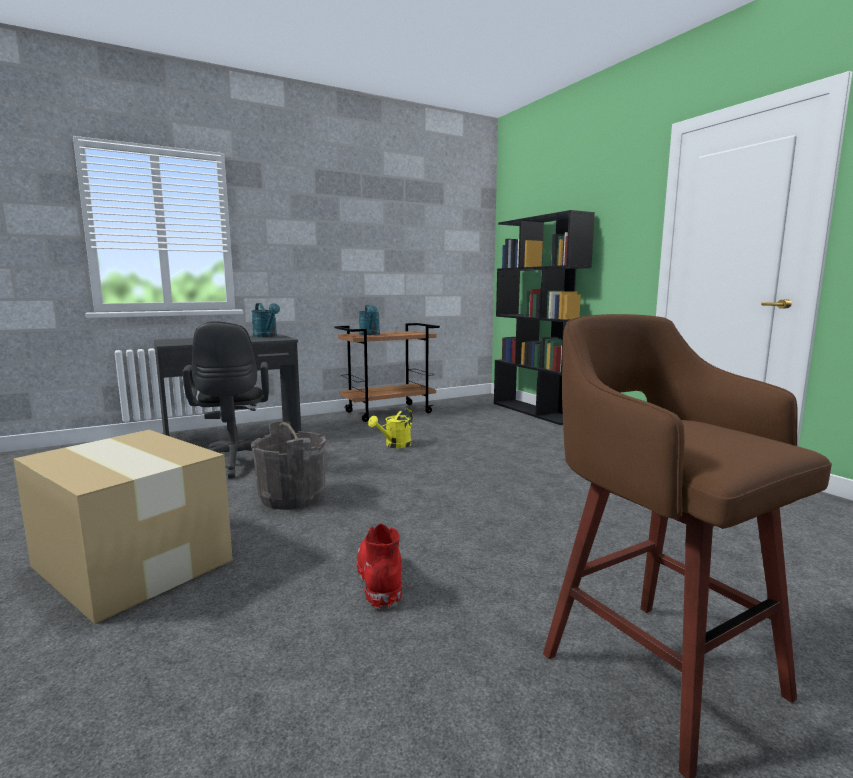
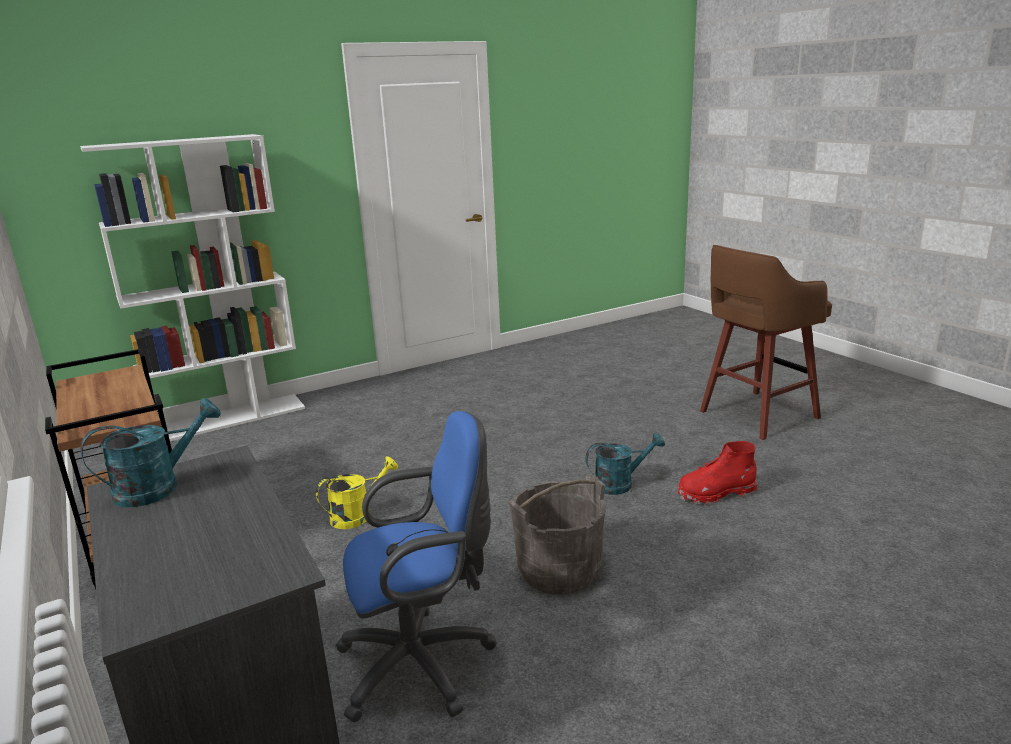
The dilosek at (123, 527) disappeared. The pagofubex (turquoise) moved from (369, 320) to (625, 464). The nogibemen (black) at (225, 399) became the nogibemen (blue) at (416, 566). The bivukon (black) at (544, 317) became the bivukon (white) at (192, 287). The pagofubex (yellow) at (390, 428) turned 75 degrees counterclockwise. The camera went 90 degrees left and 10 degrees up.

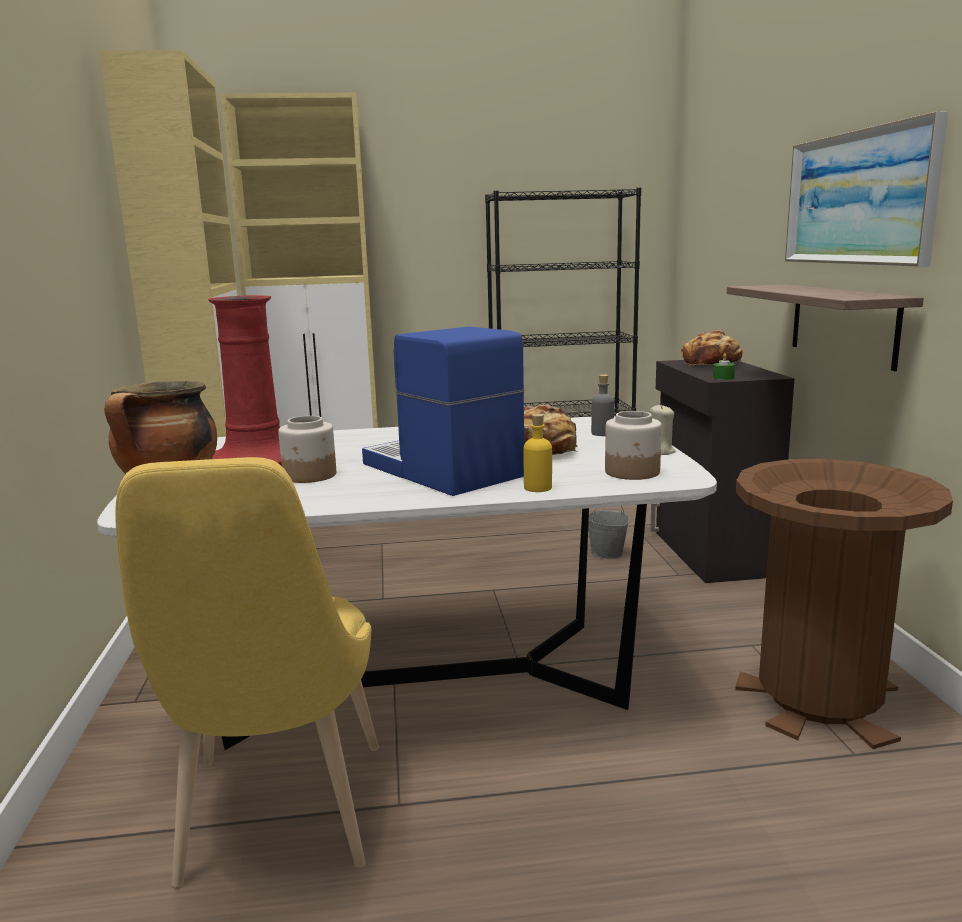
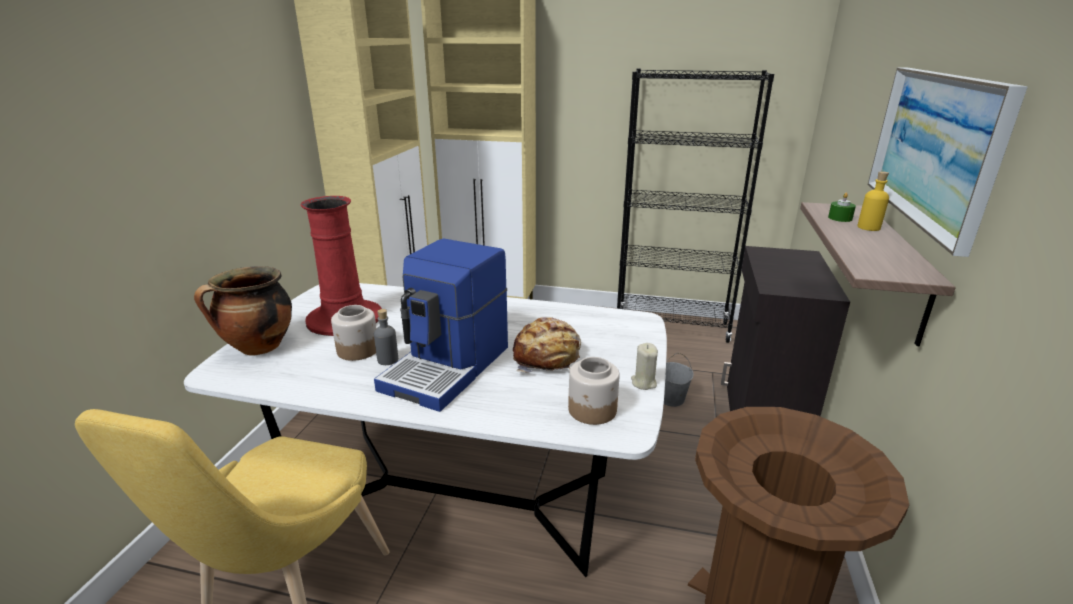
The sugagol at (712, 348) disappeared. The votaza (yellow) moved from (538, 453) to (873, 201). The votaza (grey) moved from (602, 405) to (386, 337). The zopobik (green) moved from (724, 366) to (842, 207). The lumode at (443, 411) turned 135 degrees counterclockwise. The camera went 20 degrees right and 10 degrees up.

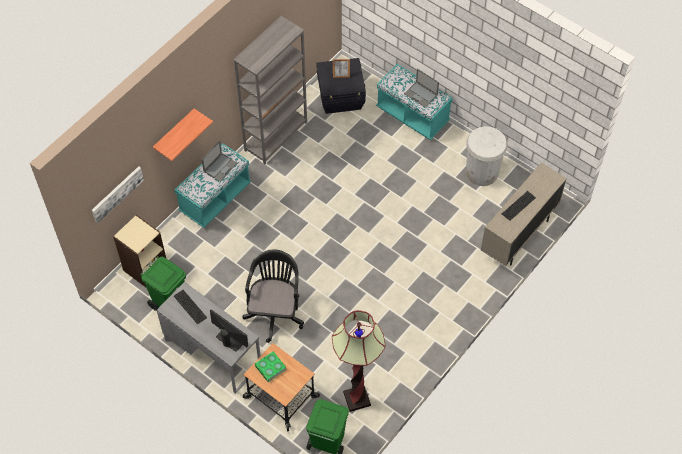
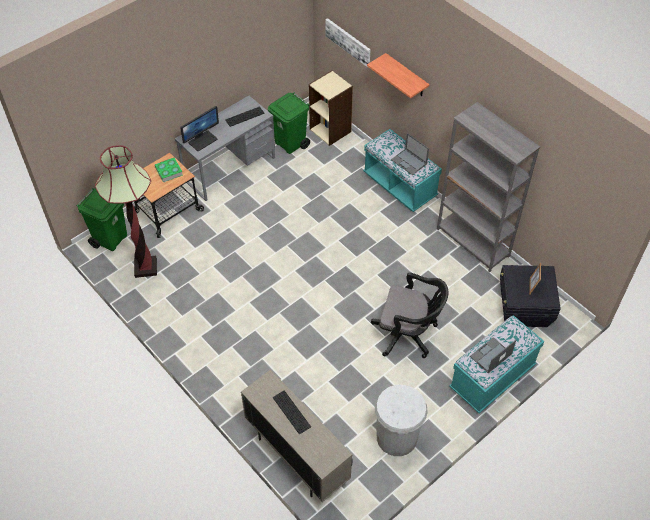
The nogibemen (black) moved from (273, 296) to (410, 315). The camera went 100 degrees right and 5 degrees down.

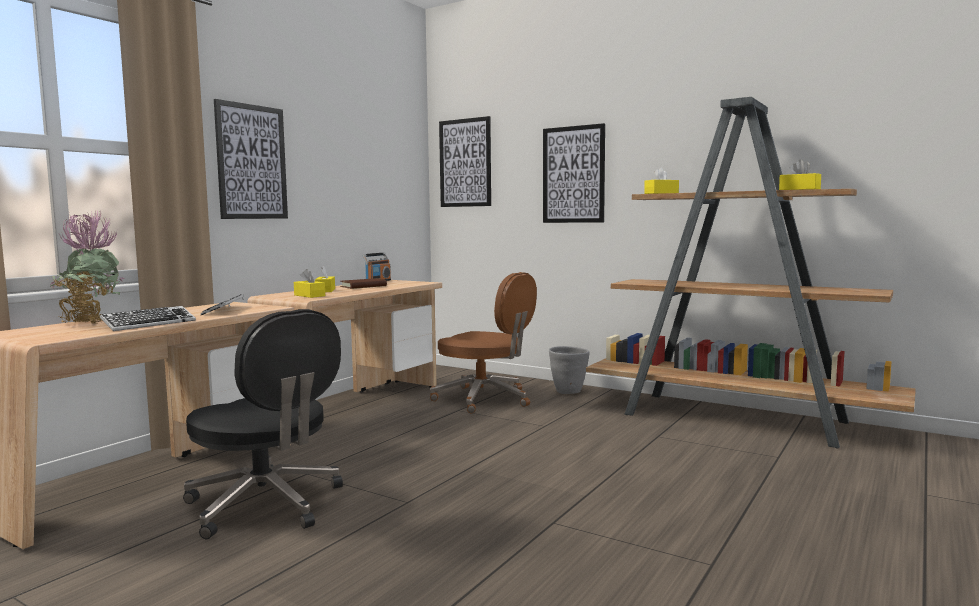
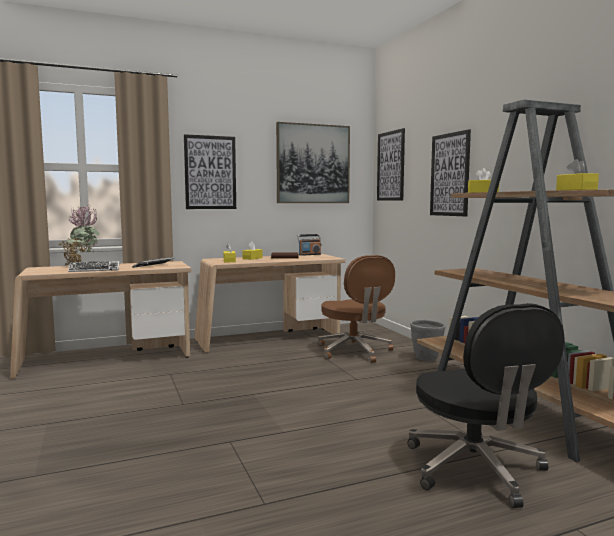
The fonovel at (313, 162) appeared. The nogibemen (black) moved from (263, 424) to (485, 405). The camera went 35 degrees right and 0 degrees up.

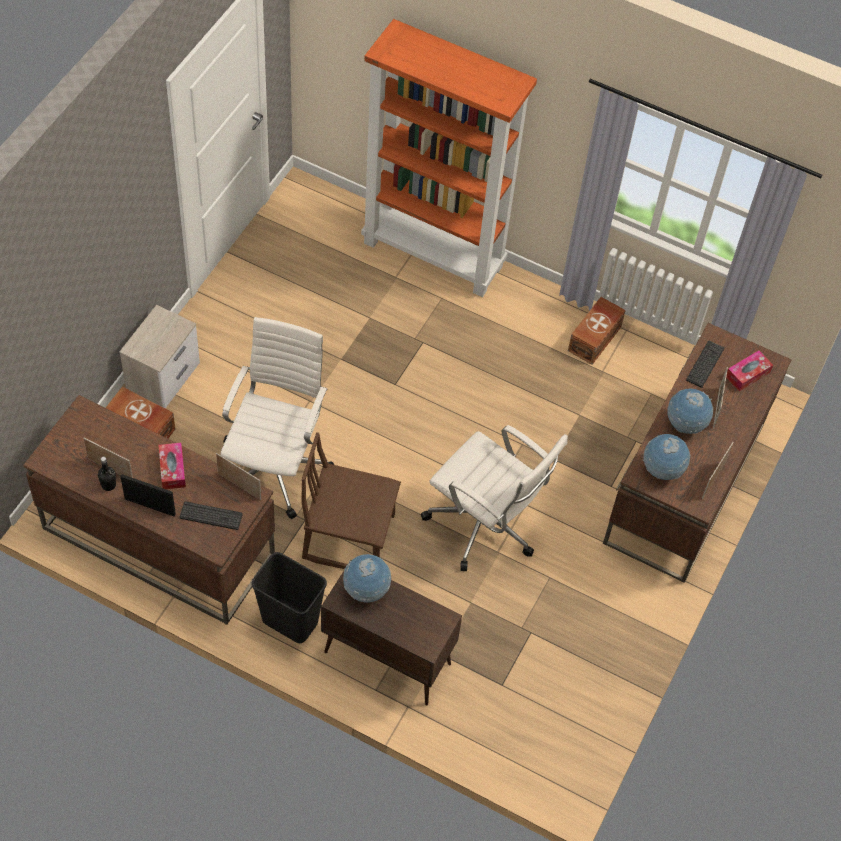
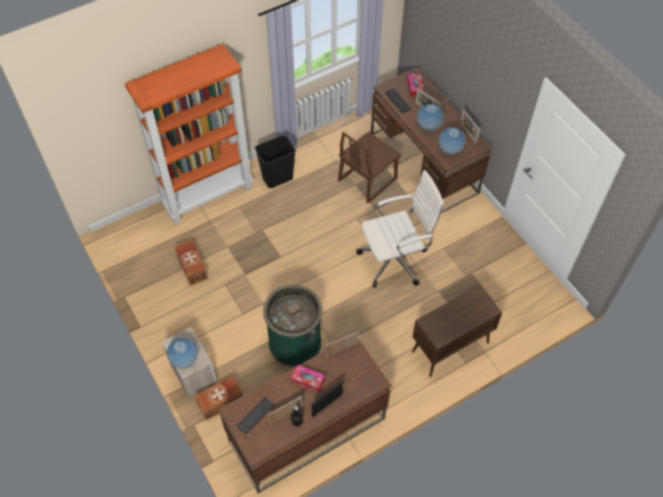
The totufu moved from (211, 515) to (255, 416). The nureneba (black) moved from (289, 597) to (275, 161). The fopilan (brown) moved from (351, 500) to (370, 167). The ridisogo moved from (367, 578) to (182, 353). The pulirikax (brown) moved from (597, 331) to (191, 263). The nogibemen (white) at (277, 418) was replaced by the nureneba (green) at (292, 326). The camera went 55 degrees left and 0 degrees up.

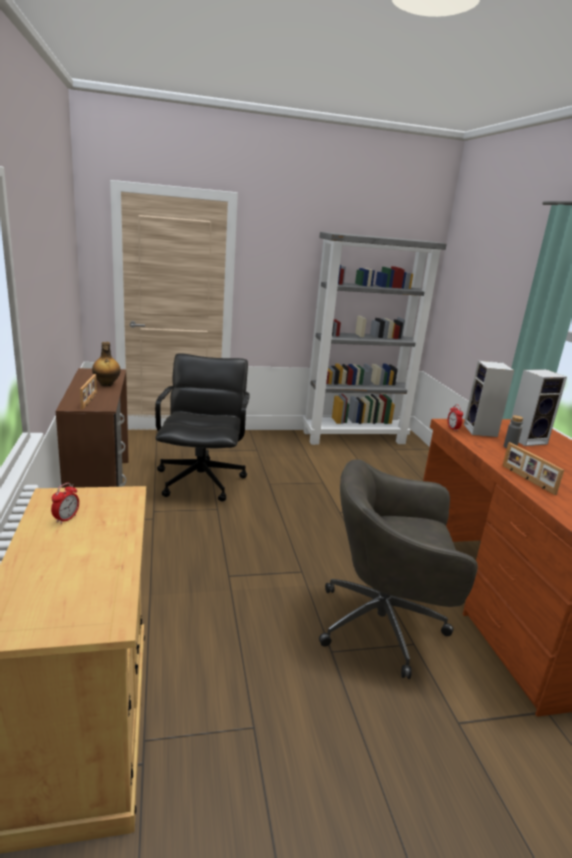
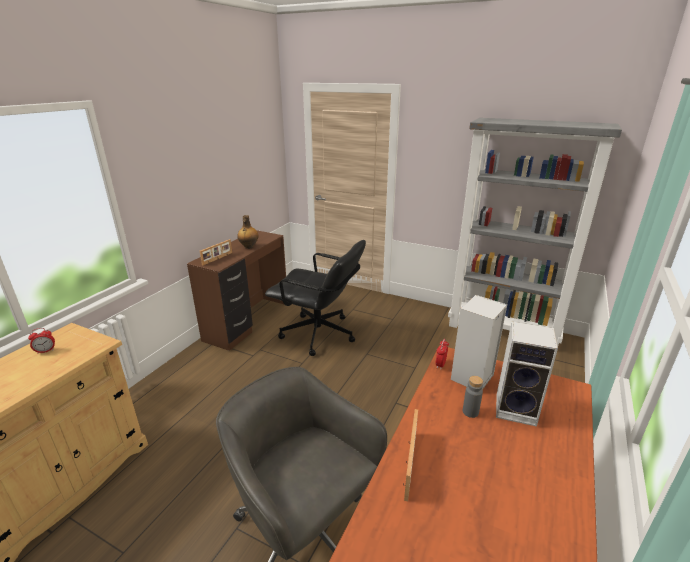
The nogibemen (black) at (202, 427) turned 75 degrees clockwise. The camera went 40 degrees right and 5 degrees up.

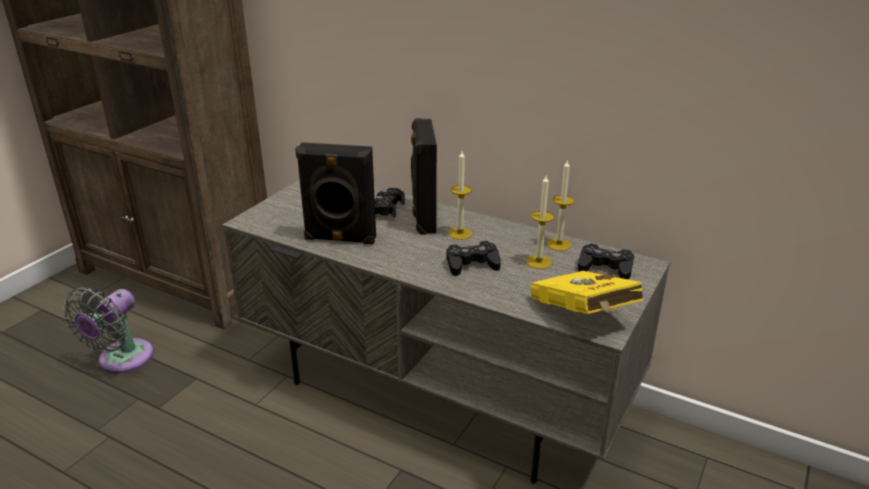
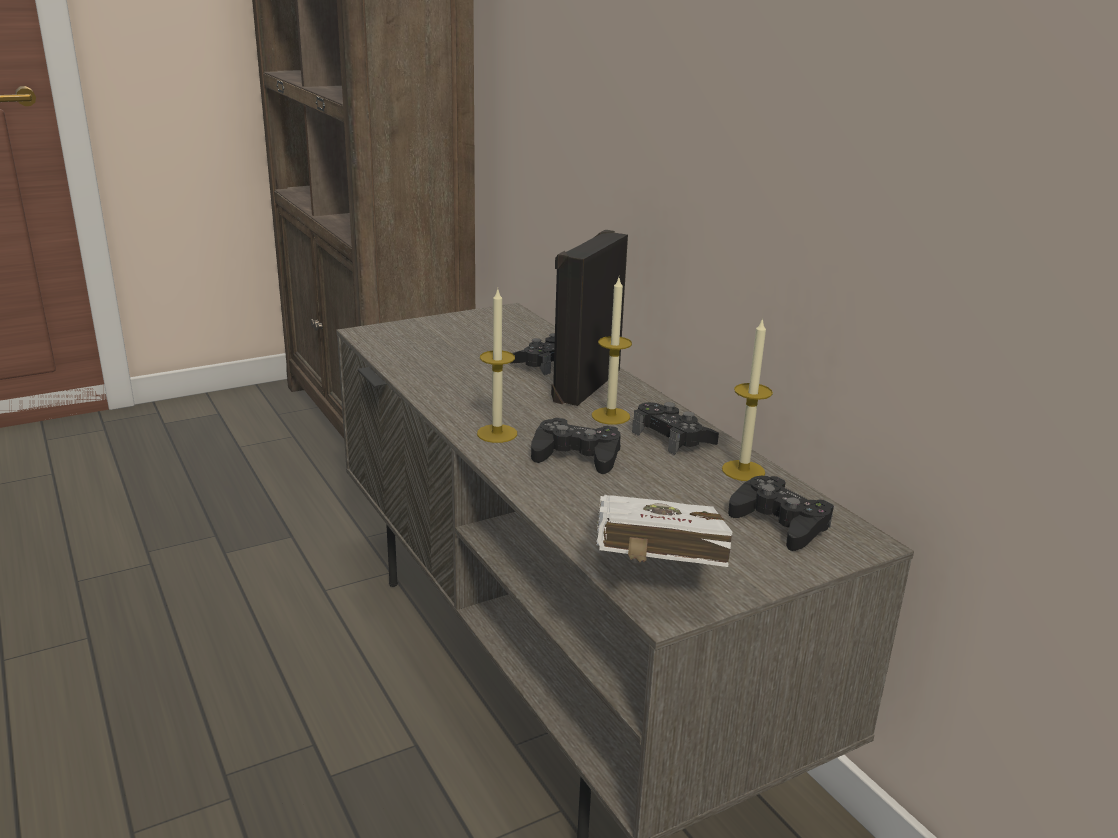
The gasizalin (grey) at (108, 330) disappeared. The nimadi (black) at (335, 193) disappeared. The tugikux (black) at (675, 428) appeared. The zopobik moved from (540, 221) to (497, 366). The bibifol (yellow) at (587, 292) became the bibifol (white) at (664, 531). The camera went 30 degrees right and 5 degrees down.

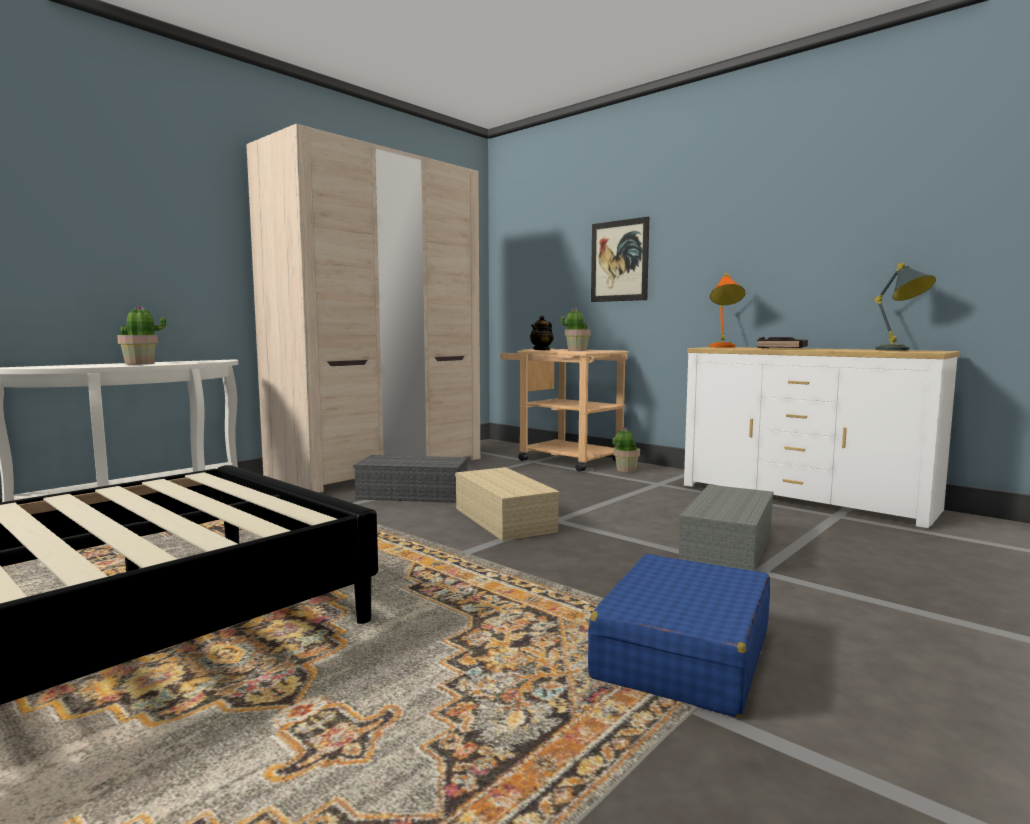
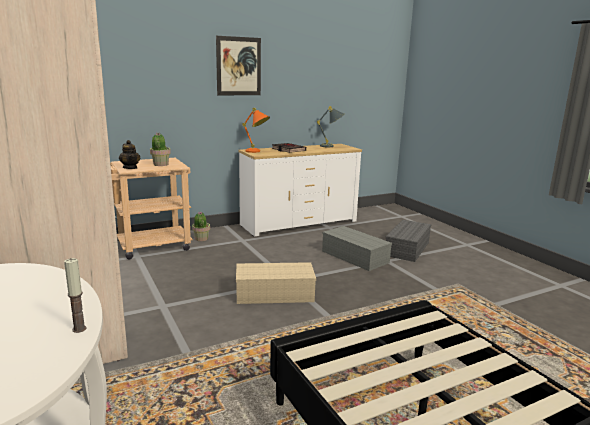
The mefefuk at (141, 335) disappeared. The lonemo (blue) at (679, 635) disappeared. The zopobik at (75, 295) appeared. The pulirikax (grey) moved from (410, 479) to (408, 241). The fonovel moved from (620, 259) to (238, 65). The camera went 70 degrees left and 10 degrees up.

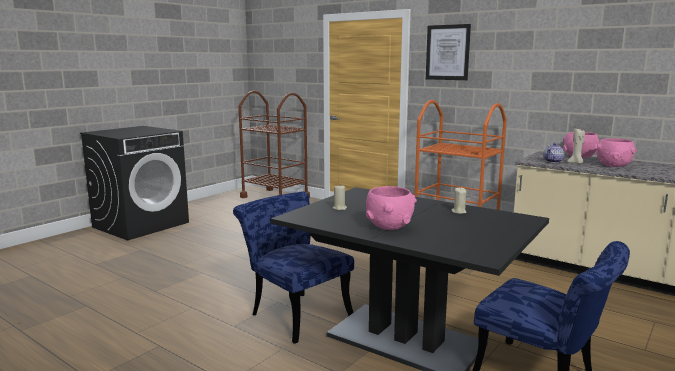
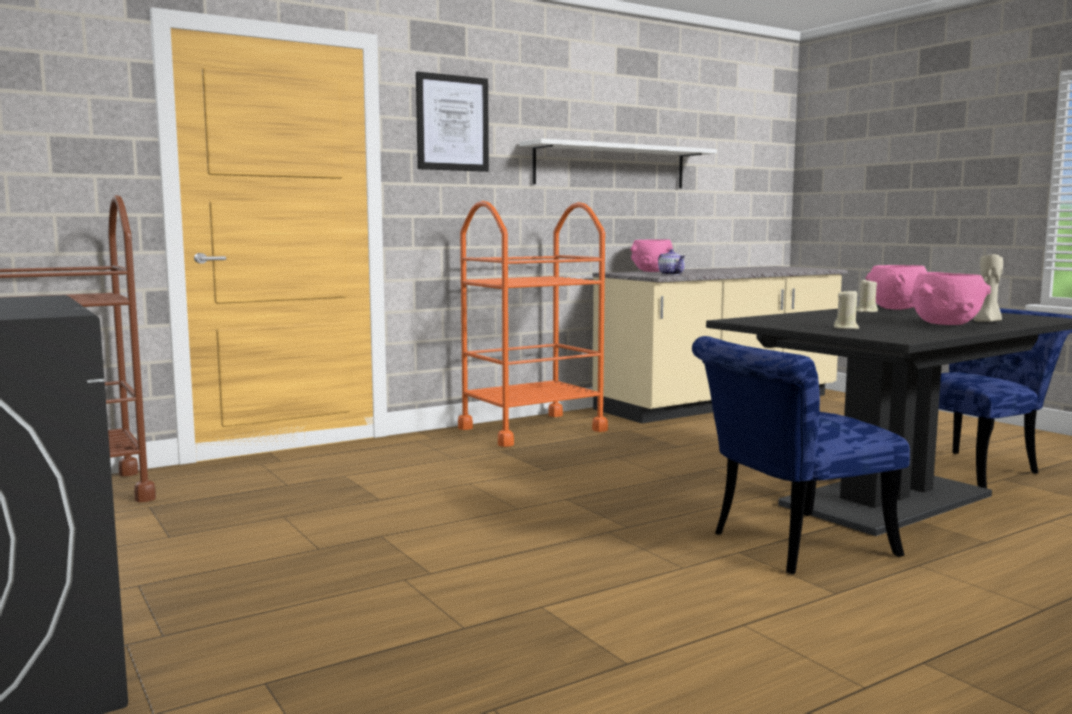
The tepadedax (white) at (618, 163) appeared. The zopobik (beige) moved from (576, 146) to (988, 288). The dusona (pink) moved from (616, 152) to (896, 287). The camera went 70 degrees left and 5 degrees down.

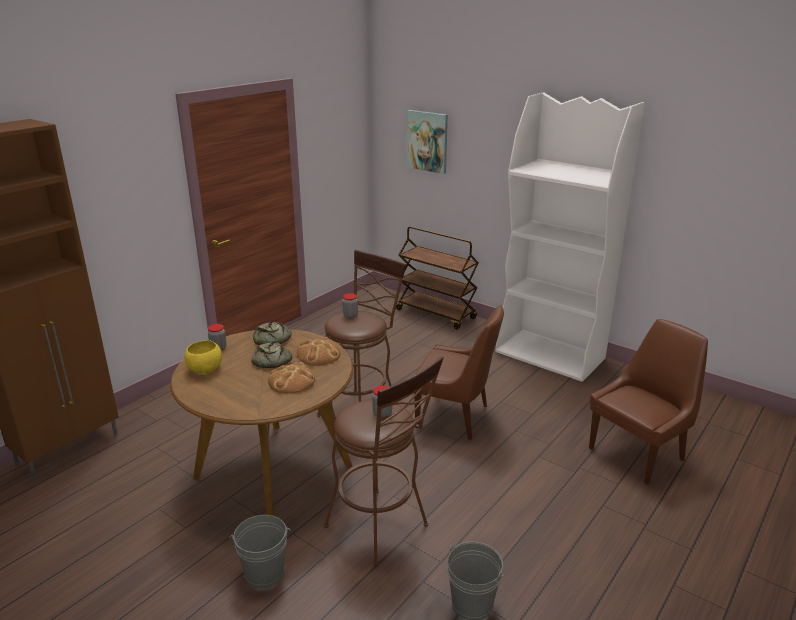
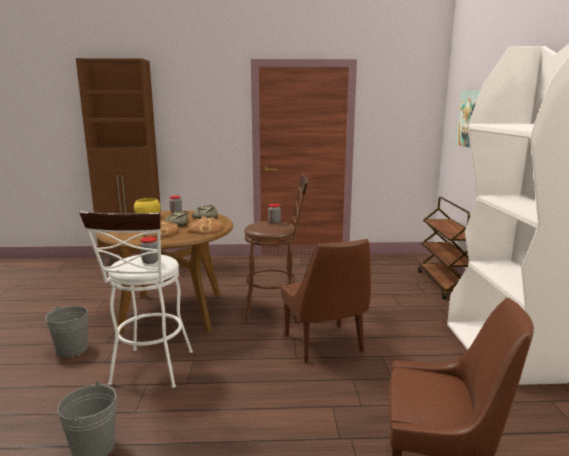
The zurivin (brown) at (384, 461) became the zurivin (white) at (136, 299). The camera went 50 degrees right and 10 degrees down.

